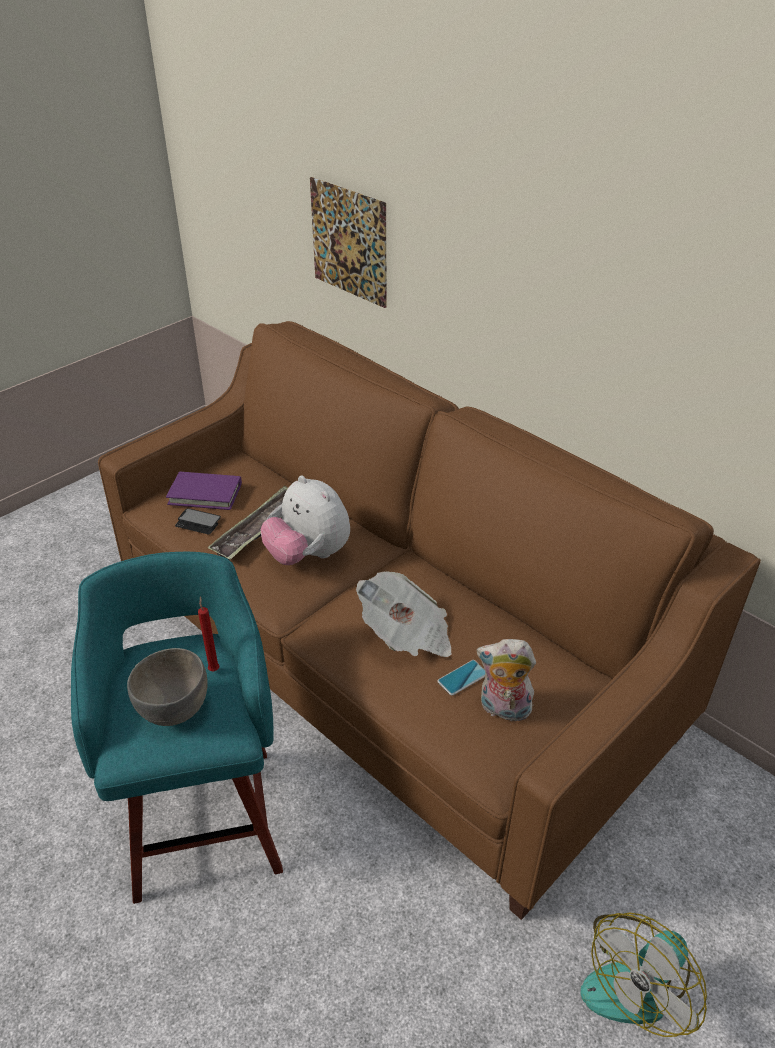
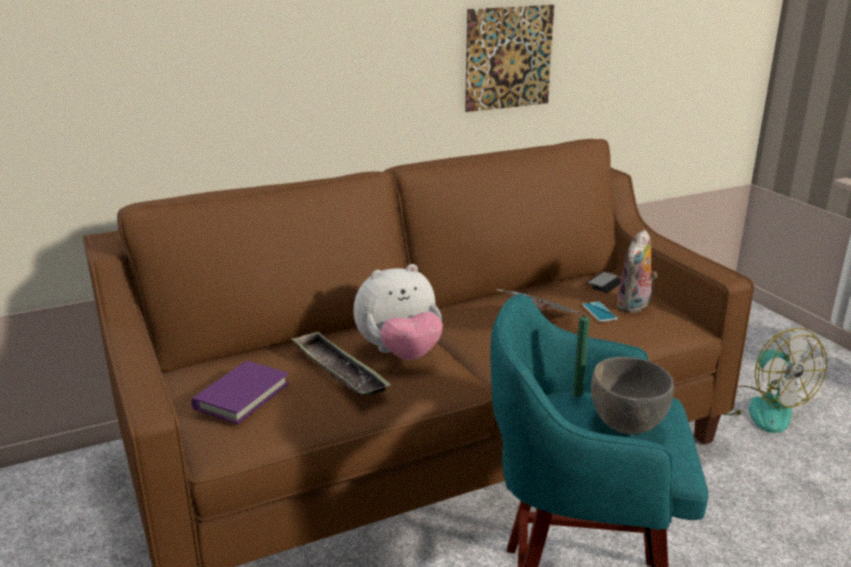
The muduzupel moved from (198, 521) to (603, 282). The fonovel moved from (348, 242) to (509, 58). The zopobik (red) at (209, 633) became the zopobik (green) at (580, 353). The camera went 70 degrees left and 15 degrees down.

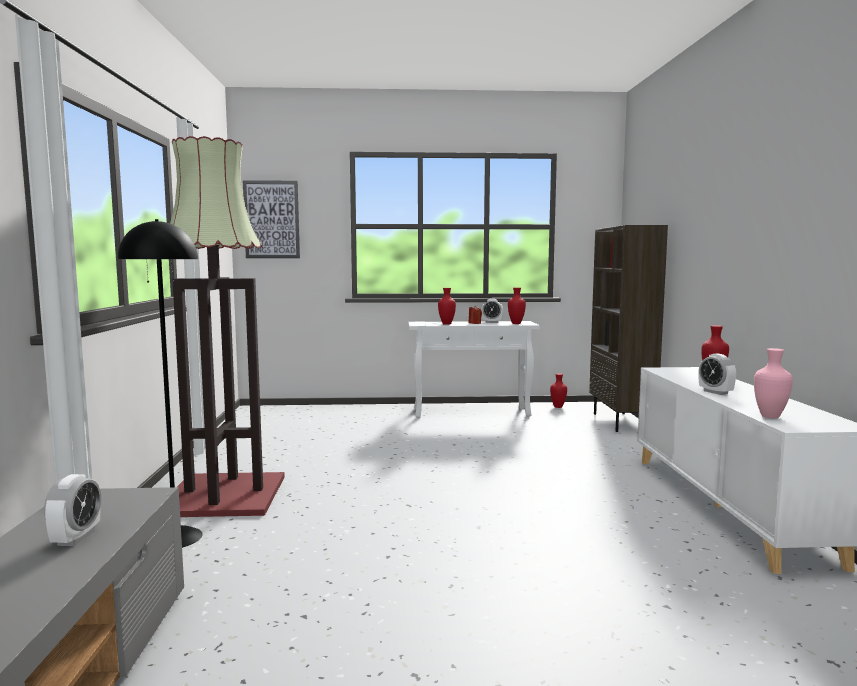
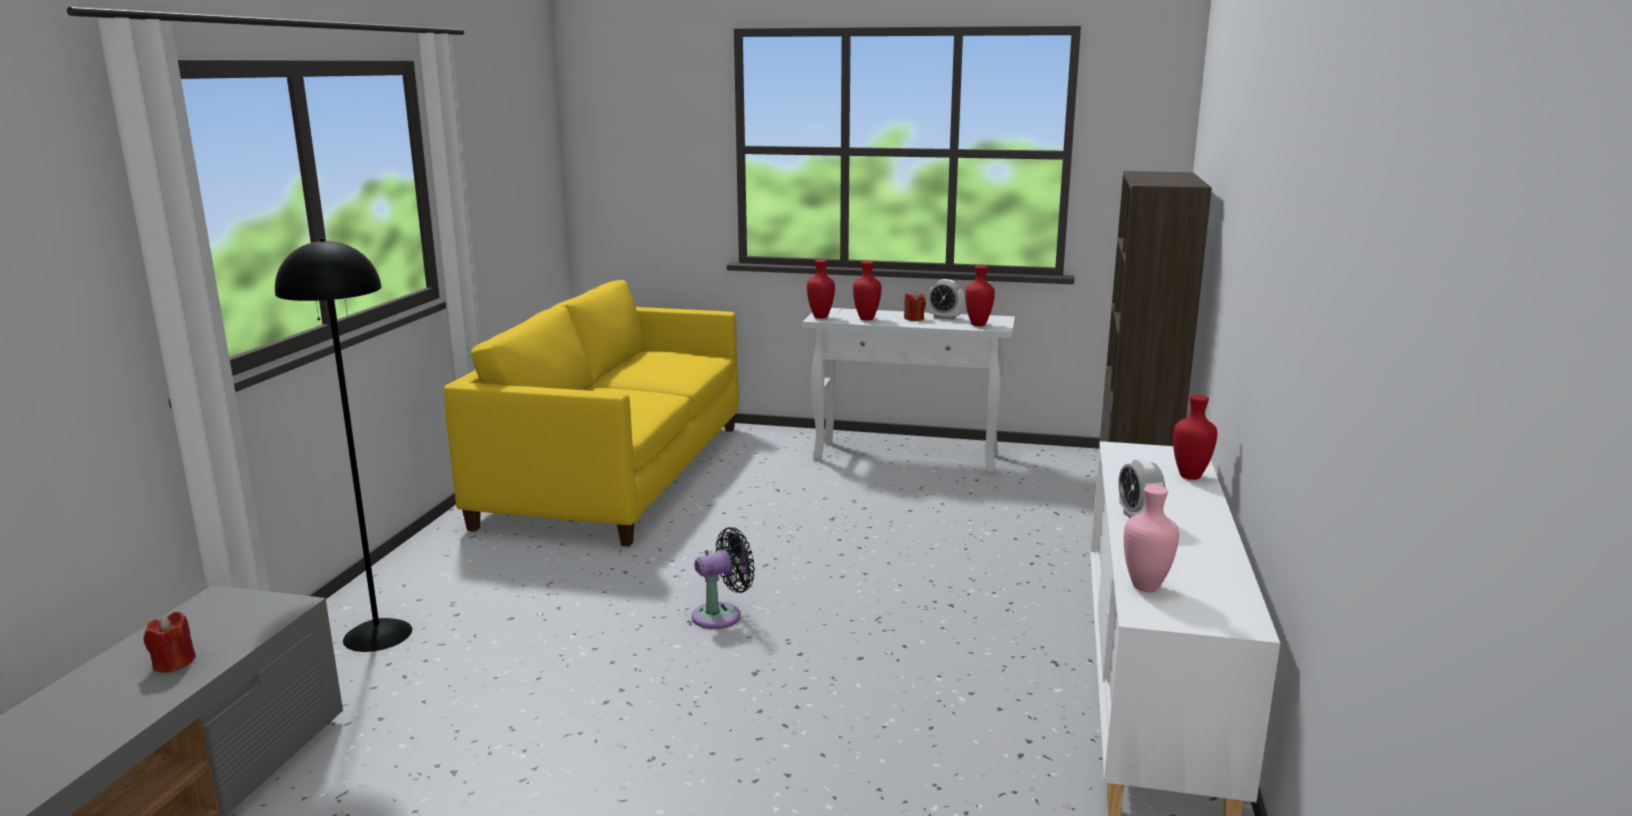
The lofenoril at (227, 326) disappeared. The fonovel at (271, 219) disappeared. The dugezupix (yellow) at (591, 413) appeared. The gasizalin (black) at (723, 578) appeared. The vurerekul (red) moved from (558, 390) to (821, 289). The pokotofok at (72, 510) was replaced by the zopobik (red) at (170, 642). The camera went 15 degrees right and 10 degrees up.

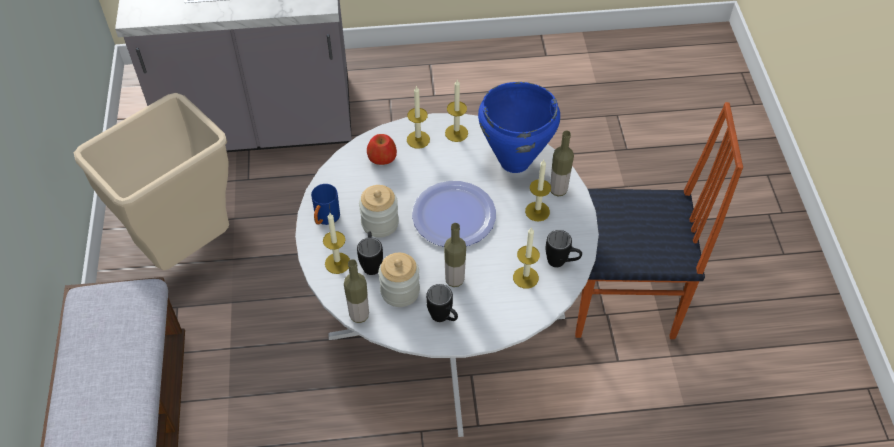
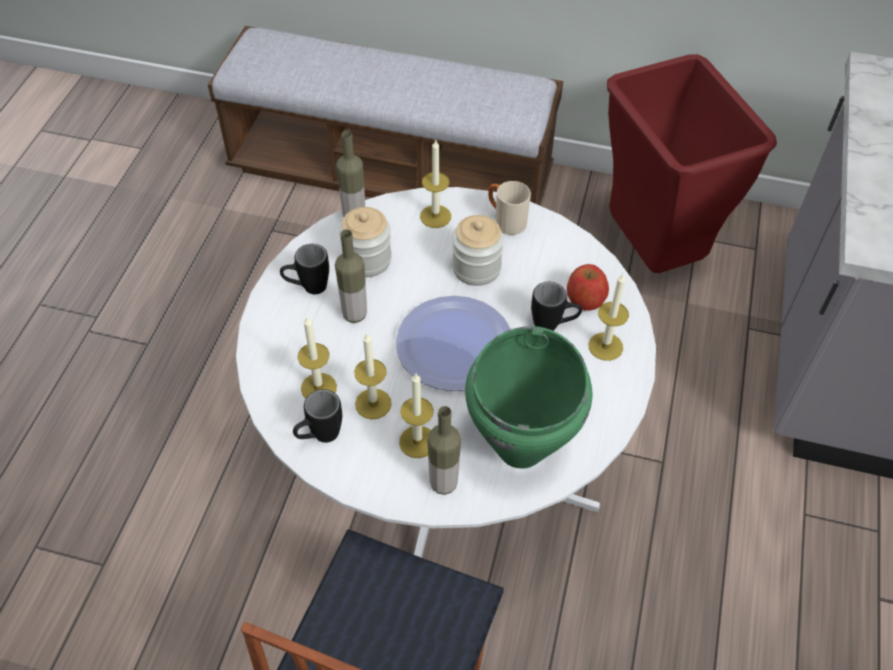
The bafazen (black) moved from (370, 253) to (556, 306). The zopobik moved from (456, 111) to (372, 376). The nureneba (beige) at (151, 182) became the nureneba (red) at (692, 163). The bafazen (blue) at (325, 204) became the bafazen (beige) at (509, 208). The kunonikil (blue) at (519, 127) became the kunonikil (green) at (529, 397). The camera went 110 degrees right and 0 degrees up.

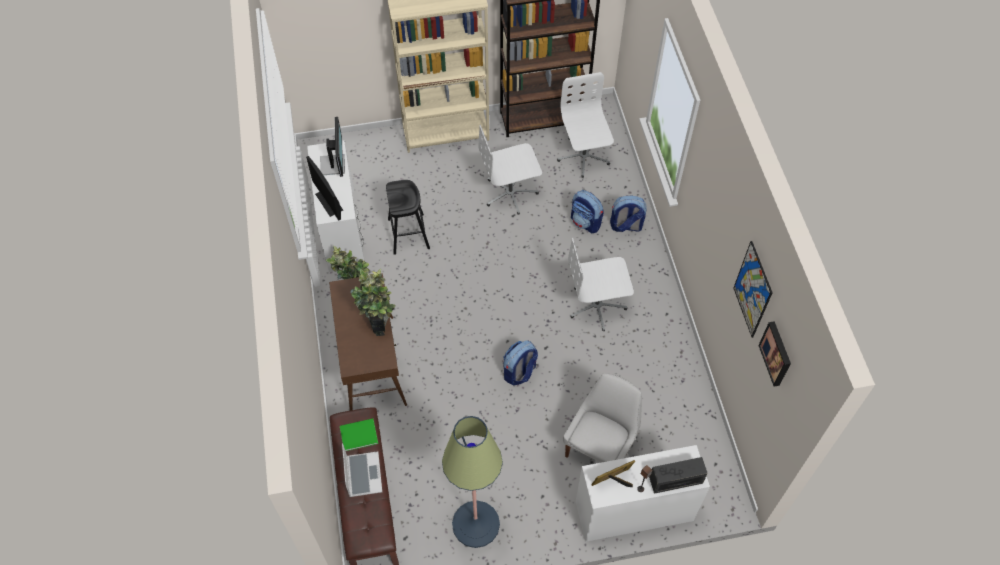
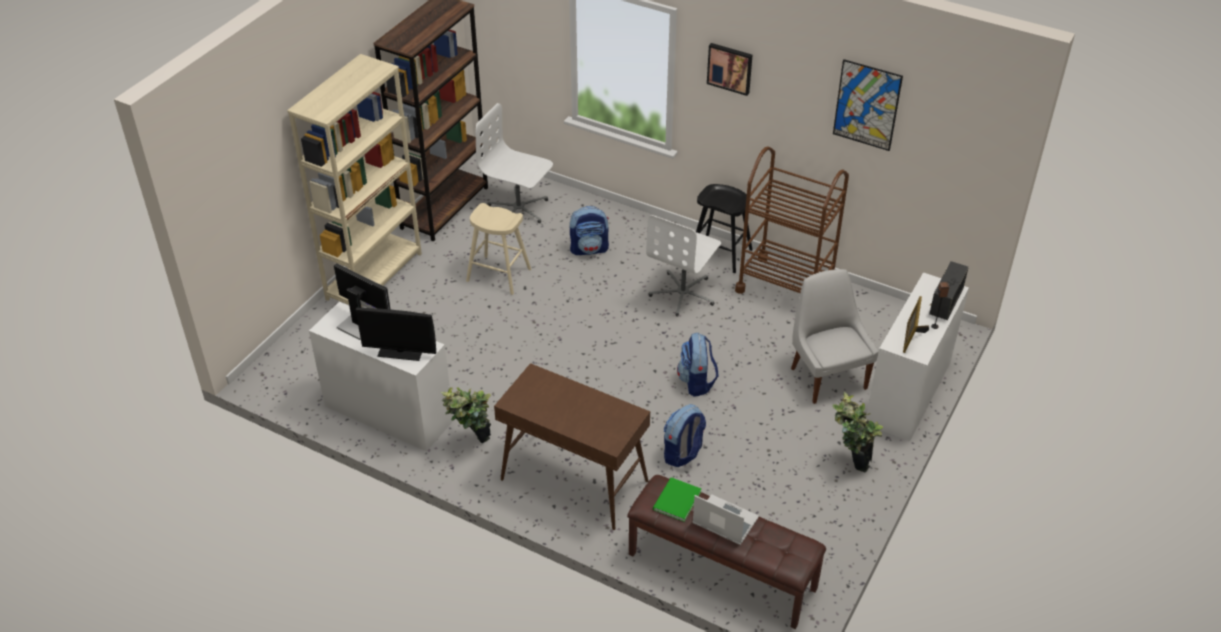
The lofenoril at (472, 482) disappeared. The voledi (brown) at (792, 220) appeared. The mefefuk moved from (373, 302) to (857, 432). The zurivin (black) moved from (408, 217) to (724, 228). The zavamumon moved from (628, 213) to (685, 435). The fonovel moved from (774, 354) to (730, 69). The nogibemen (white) at (510, 170) was replaced by the zurivin (beige) at (498, 249). The camera went 50 degrees left and 15 degrees down.

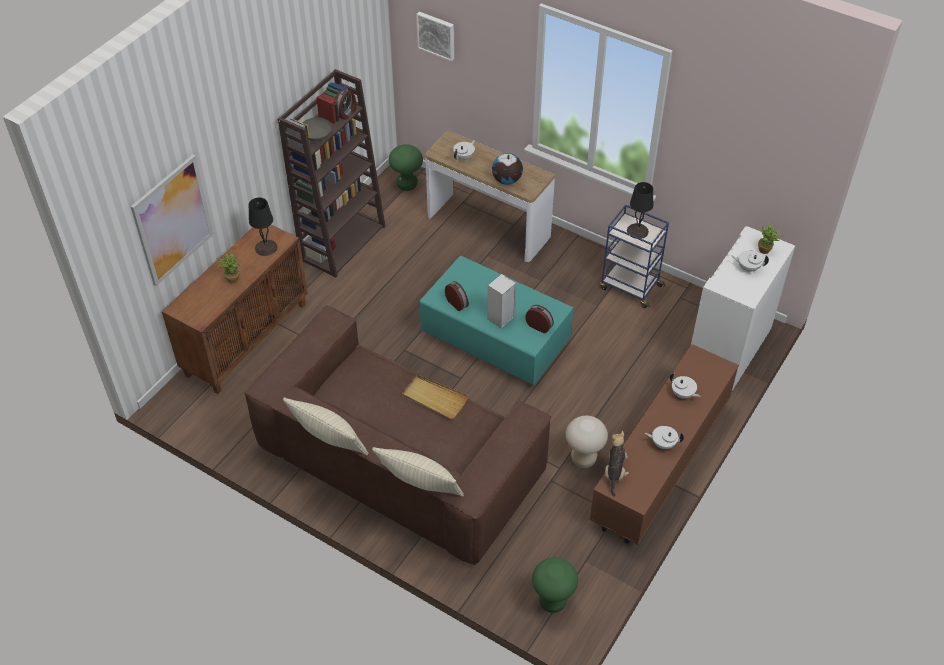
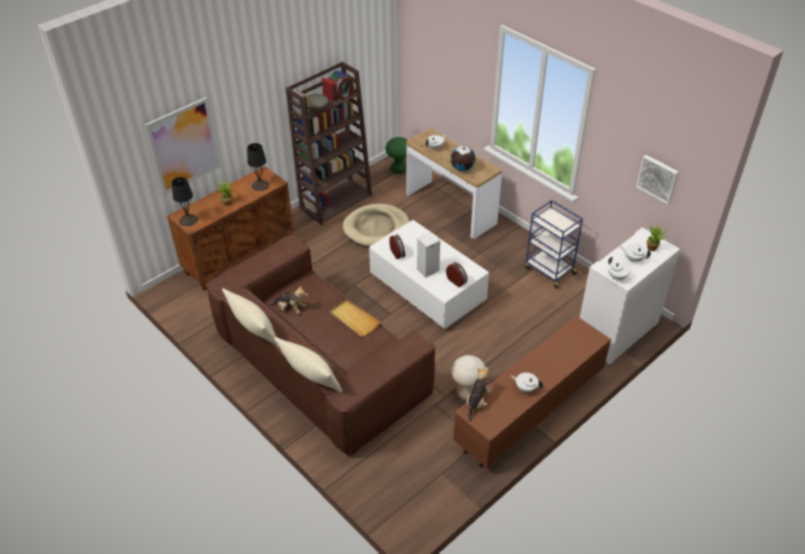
The zurivin (green) at (555, 585) disappeared. The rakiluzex at (289, 299) appeared. The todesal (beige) at (376, 225) appeared. The fonovel moved from (435, 36) to (657, 179). The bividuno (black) moved from (640, 210) to (185, 201). The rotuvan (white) moved from (685, 386) to (619, 268). The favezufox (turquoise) at (496, 320) became the favezufox (white) at (429, 274). The camera went 15 degrees right and 5 degrees down.

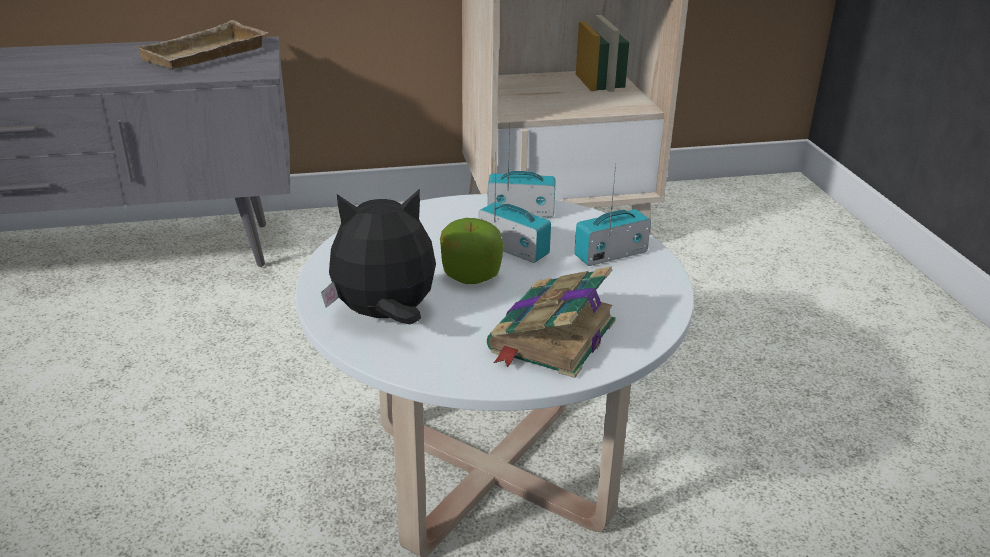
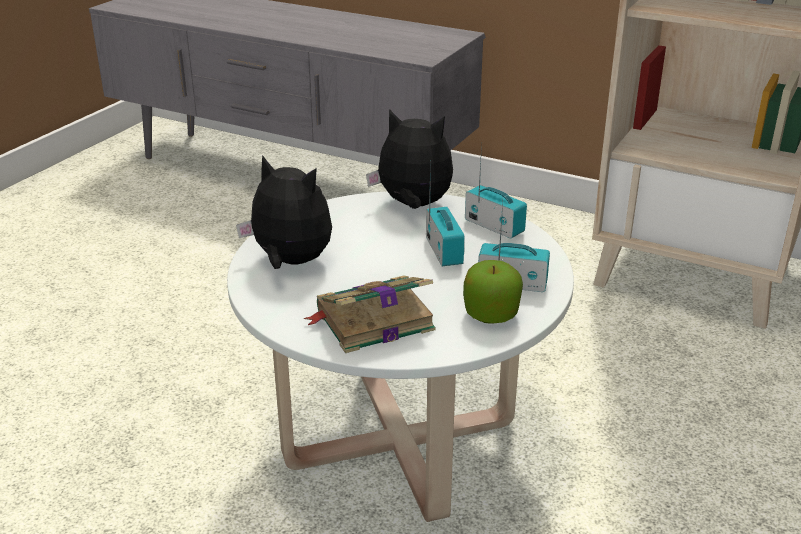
The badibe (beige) at (202, 44) disappeared. The rakiluzex at (409, 159) appeared. The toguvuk moved from (471, 251) to (493, 292). The camera went 40 degrees right and 0 degrees up.

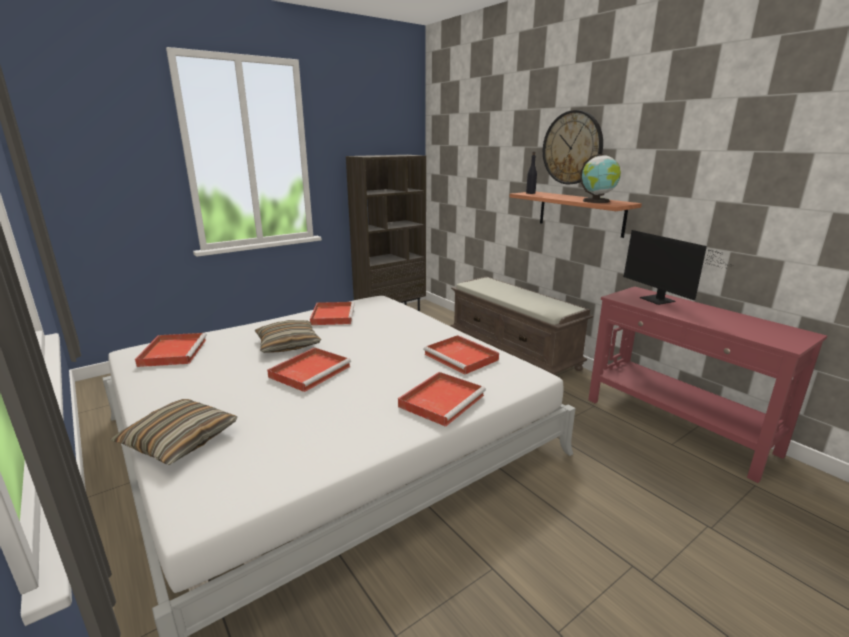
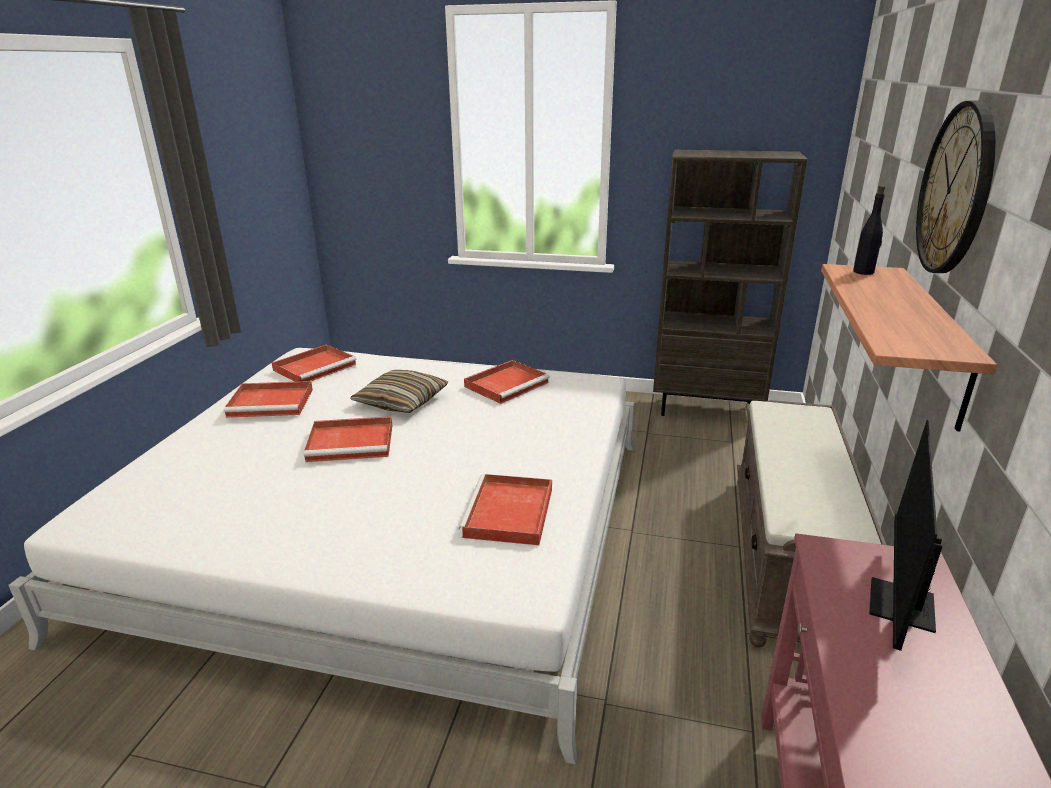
The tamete at (174, 432) disappeared. The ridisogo at (600, 178) disappeared. The badibe (red) moved from (442, 399) to (268, 399). The camera went 50 degrees right and 5 degrees up.

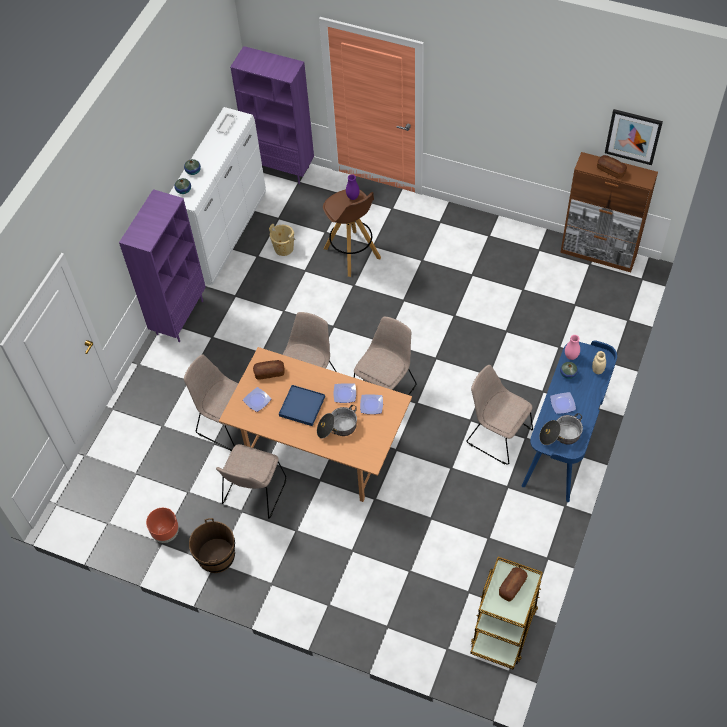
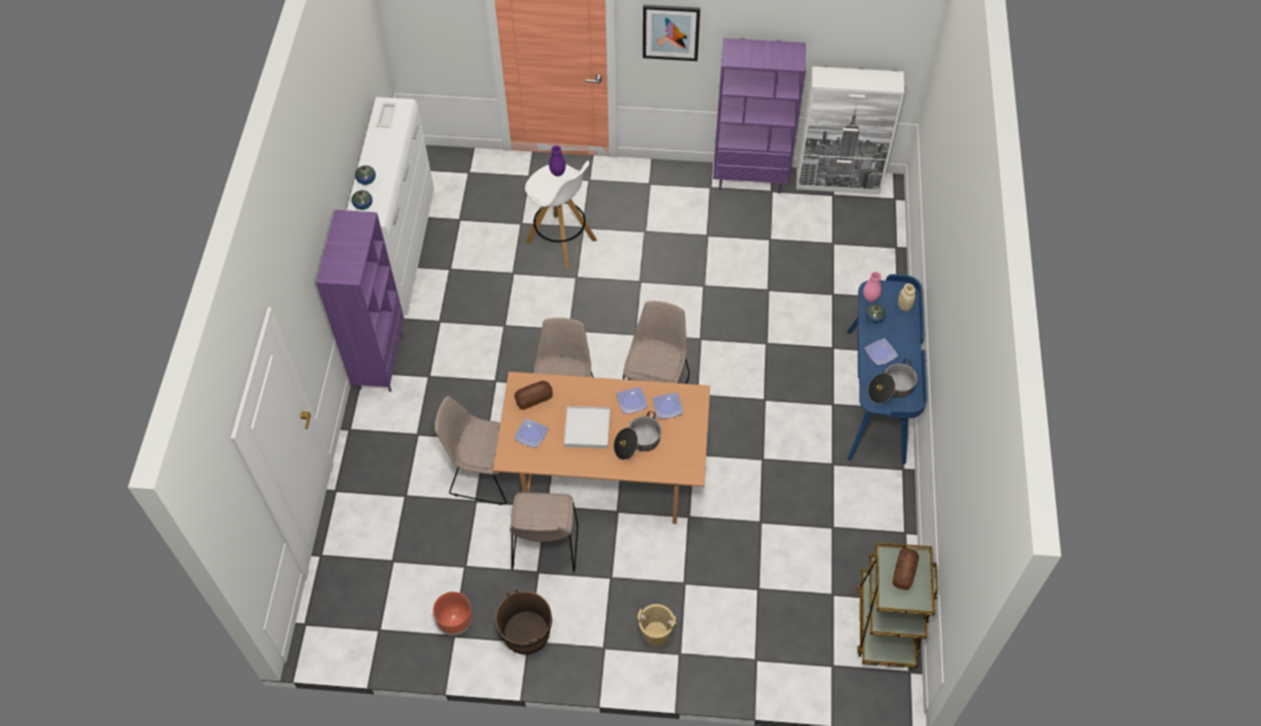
The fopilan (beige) at (499, 415) disappeared. The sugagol at (612, 167) disappeared. The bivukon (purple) moved from (272, 115) to (759, 116). The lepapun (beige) moved from (282, 240) to (657, 625). The fonovel moved from (634, 137) to (671, 32). The badibe (blue) at (302, 405) became the badibe (white) at (587, 427). The zurivin (brown) at (352, 233) became the zurivin (white) at (561, 215). The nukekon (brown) at (609, 212) became the nukekon (white) at (850, 130). The camera went 20 degrees left and 0 degrees up.

